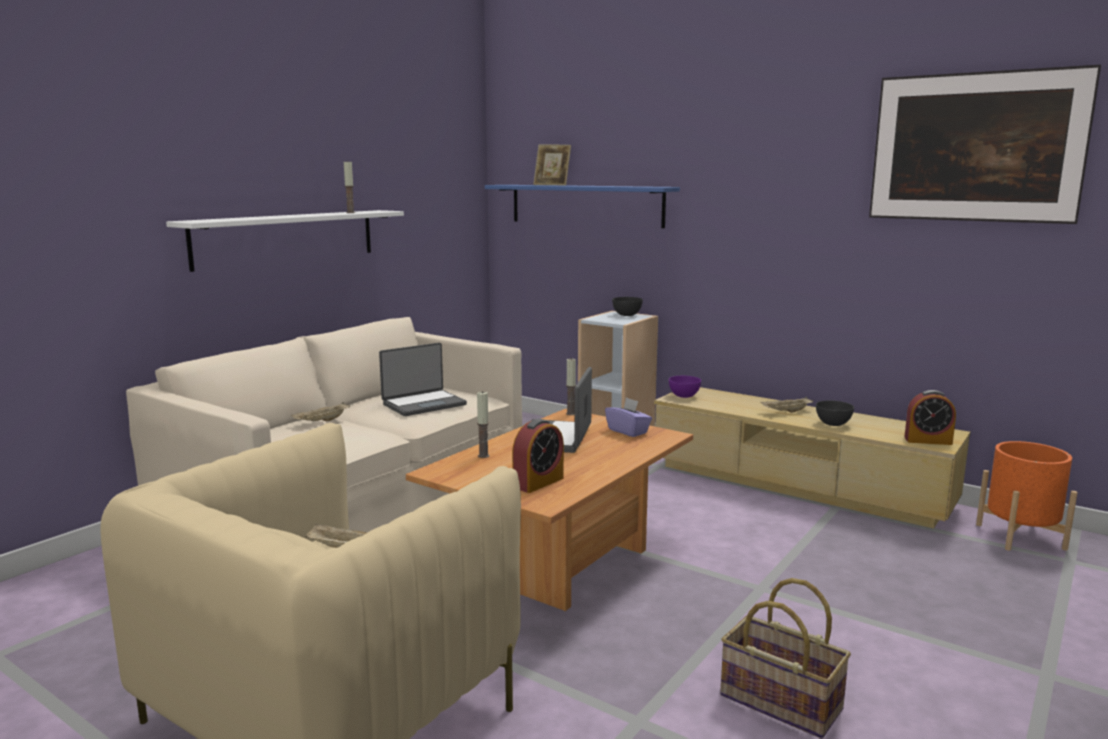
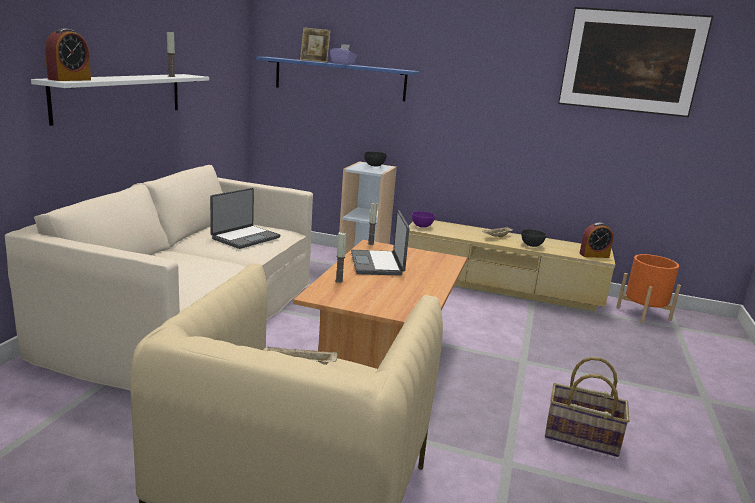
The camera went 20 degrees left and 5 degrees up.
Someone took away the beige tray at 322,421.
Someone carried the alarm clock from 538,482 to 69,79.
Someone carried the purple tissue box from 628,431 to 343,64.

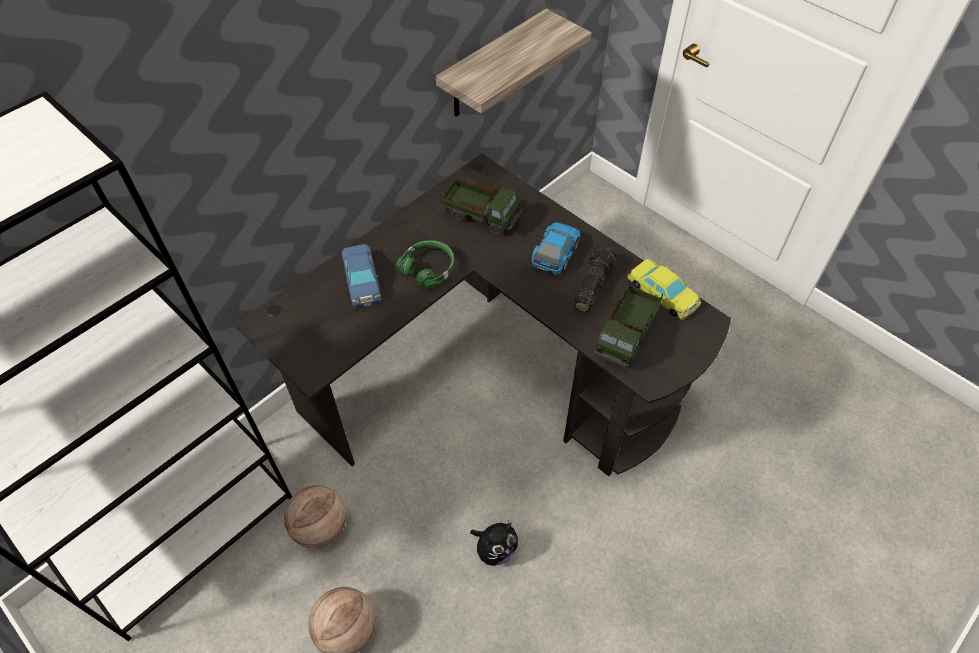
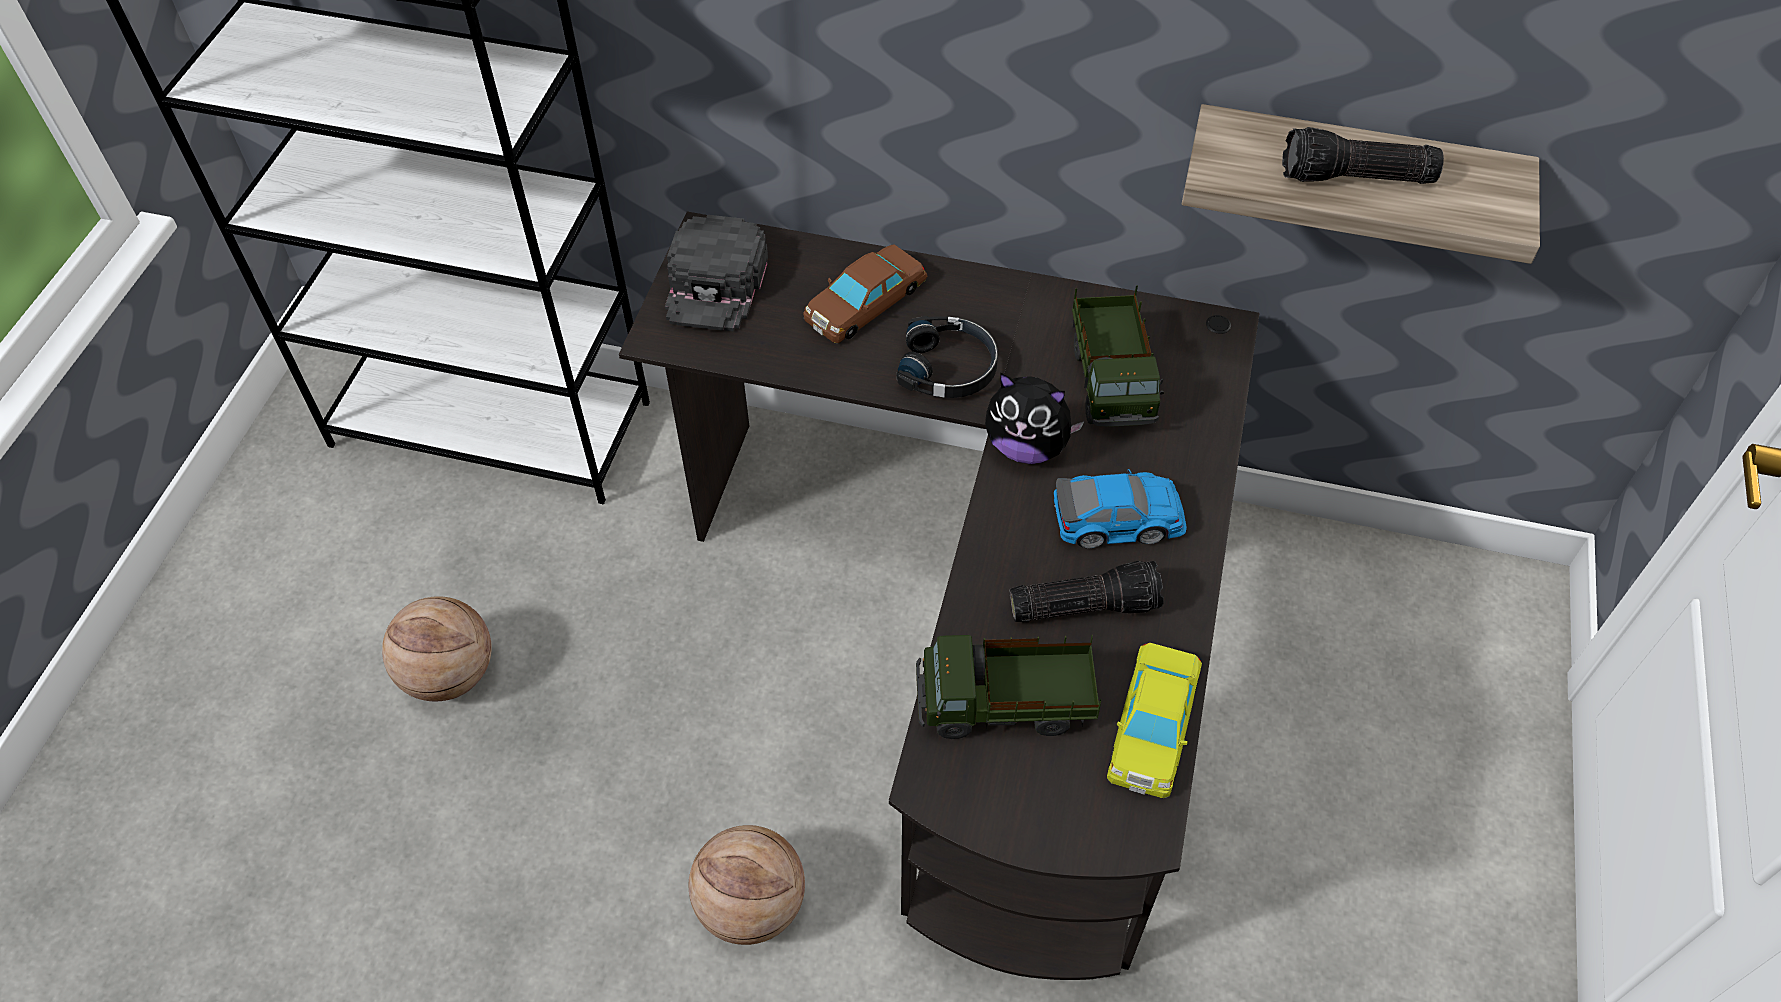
The camera went 60 degrees right and 0 degrees up.
Someone carried the basketball from 321,527 to 751,906.
Someone repainted the blue toy car at 362,279, which became the brown toy car at 864,301.
Someone repainted the green headphones at 429,268, which became the black headphones at 949,368.
Someone carried the plush toy from 495,550 to 1027,446.
Someone put down the black cap at 716,283.
Someone put down the flashlight at 1355,178.

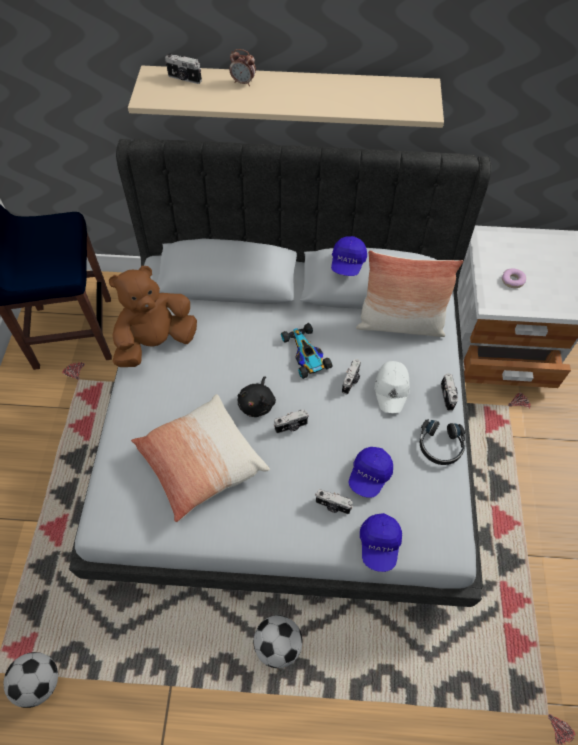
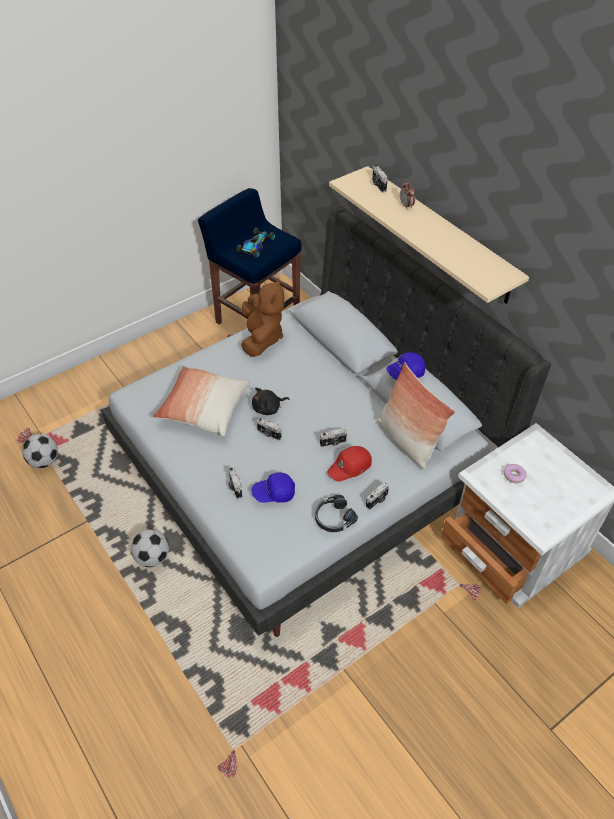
The camera went 50 degrees right and 10 degrees down.
Someone rotated the brown plush toy at 156,342 by 75 degrees clockwise.
Someone carried the toy car from 306,354 to 255,246.
Someone took away the blue cap at 379,544.
Someone repainted the white cap at 392,389, which became the red cap at 350,467.

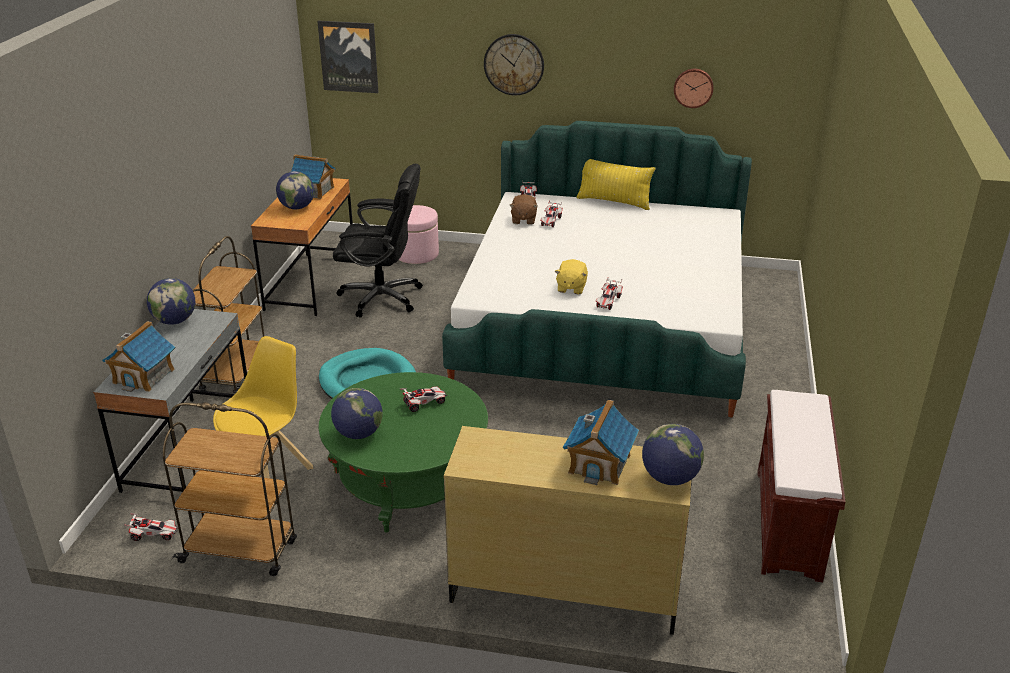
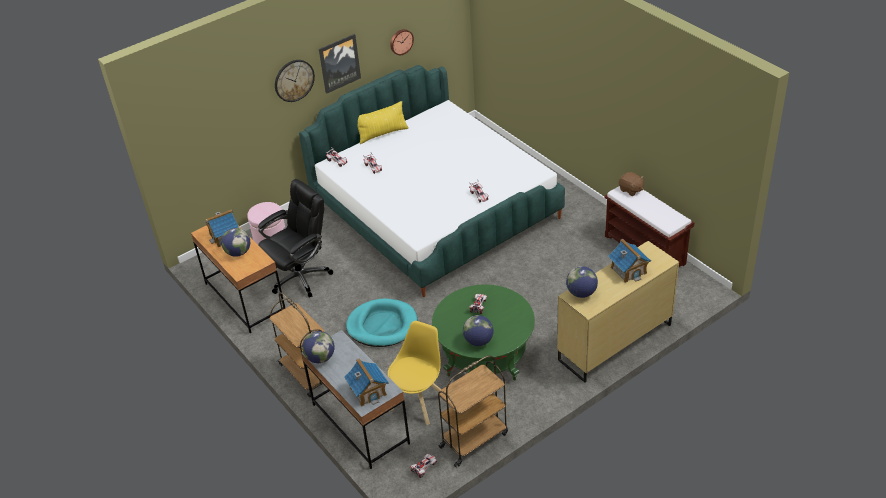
The camera went 45 degrees left and 10 degrees up.
Someone rotated the yellow chair at 268,472 by 45 degrees clockwise.
Someone carried the picture from 349,56 to 339,63.
Someone carried the brown plush toy from 523,220 to 631,190.
Someone took away the yellow plush toy at 571,288.
Someone carried the globe from 670,478 to 581,293.

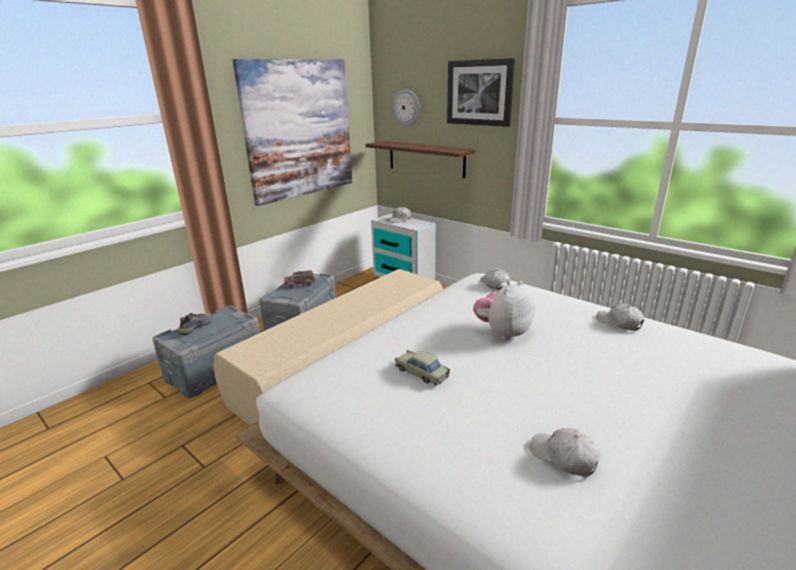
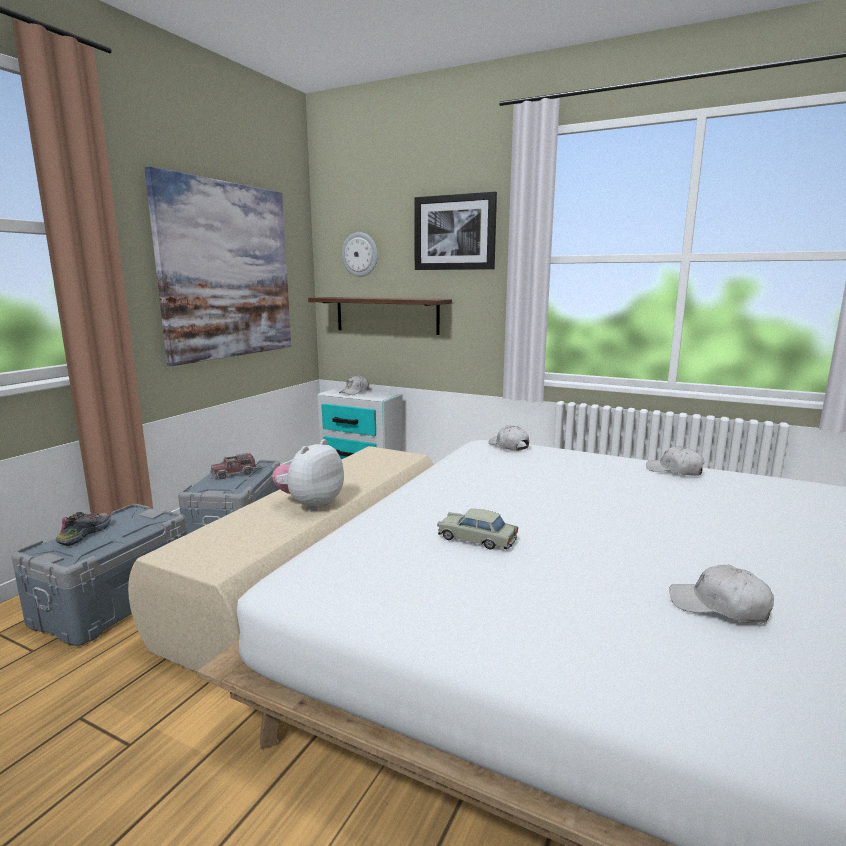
The camera went 15 degrees left and 10 degrees down.
Someone carried the plush toy from 502,332 to 310,504.

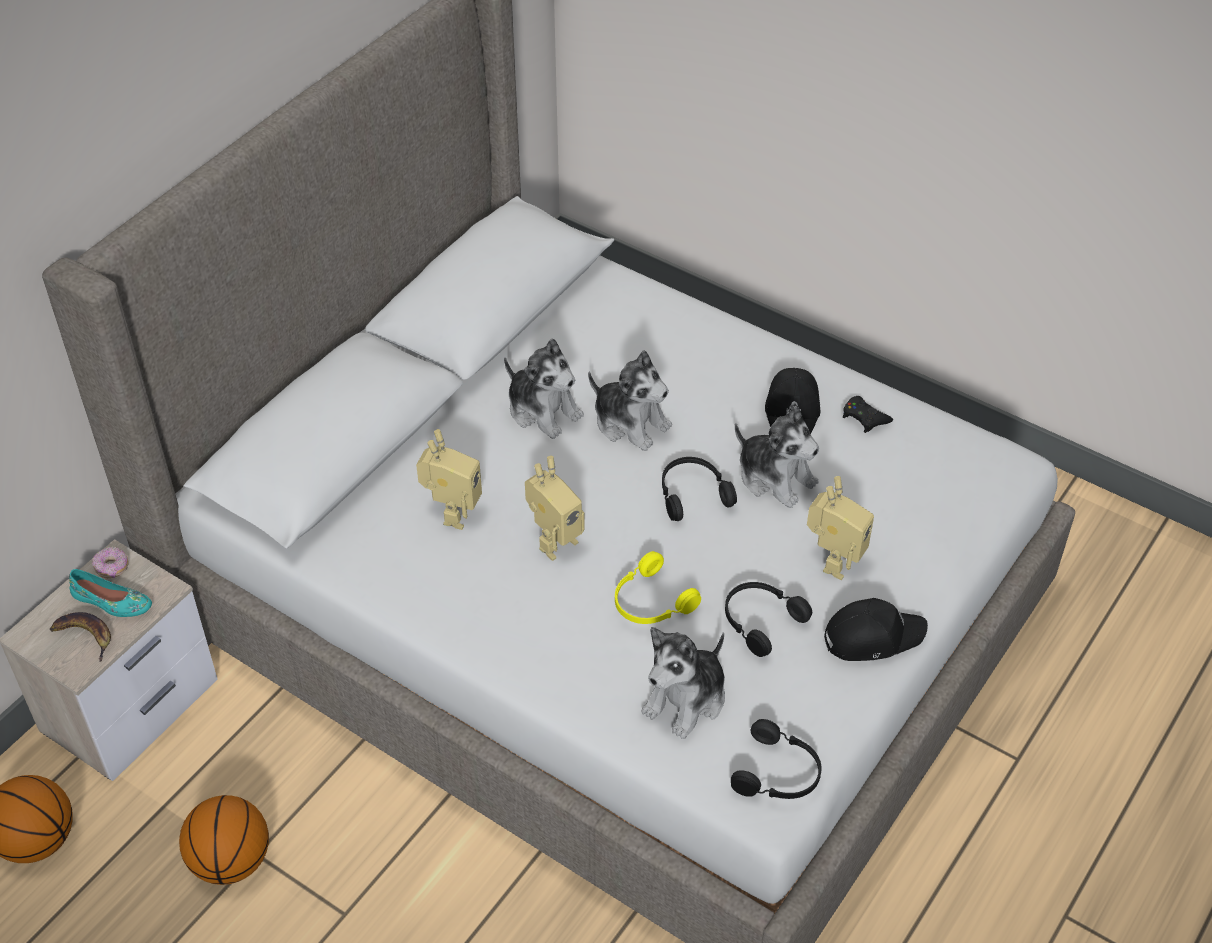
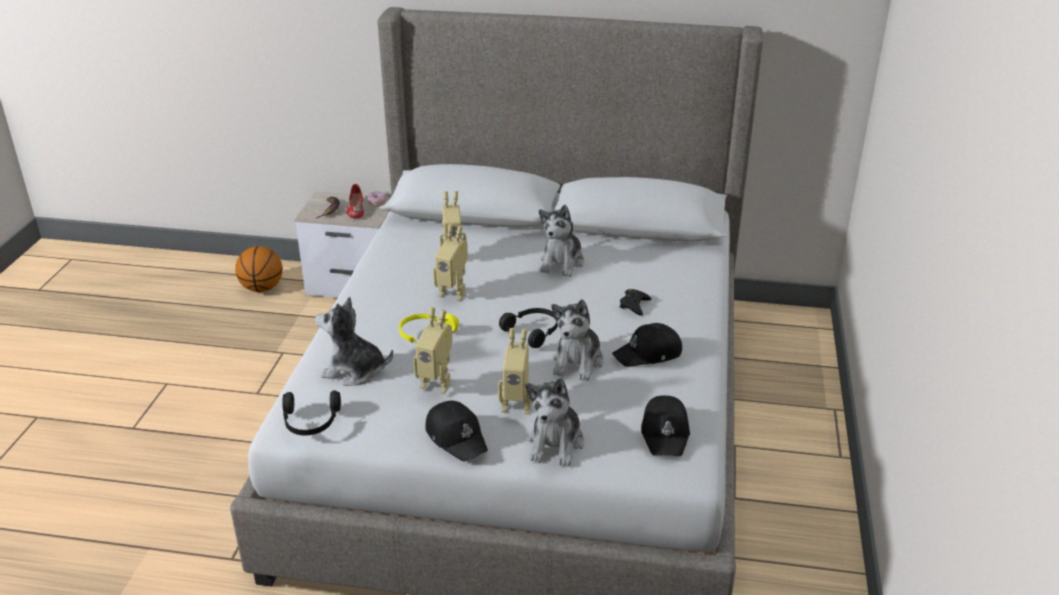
The camera went 65 degrees right and 15 degrees down.
Someone repainted the turquoise shoe at 112,602, which became the red shoe at 355,209.
Someone took away the basketball at 231,861.
Someone carried the plush toy from 630,423 to 556,443.
Someone swapped the black headphones at 760,621 for the toy robot at 437,383.
Someone carried the black game controller from 864,417 to 634,305.
Someone put down the black cap at 665,433.

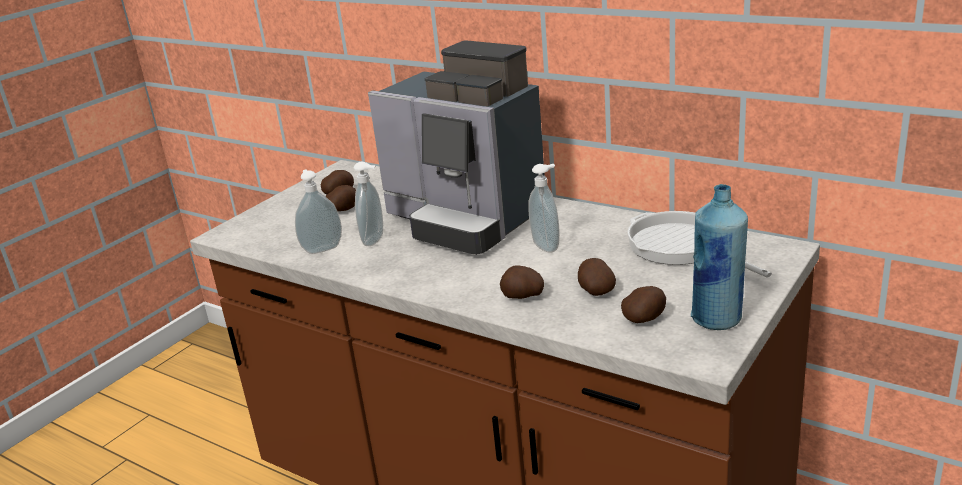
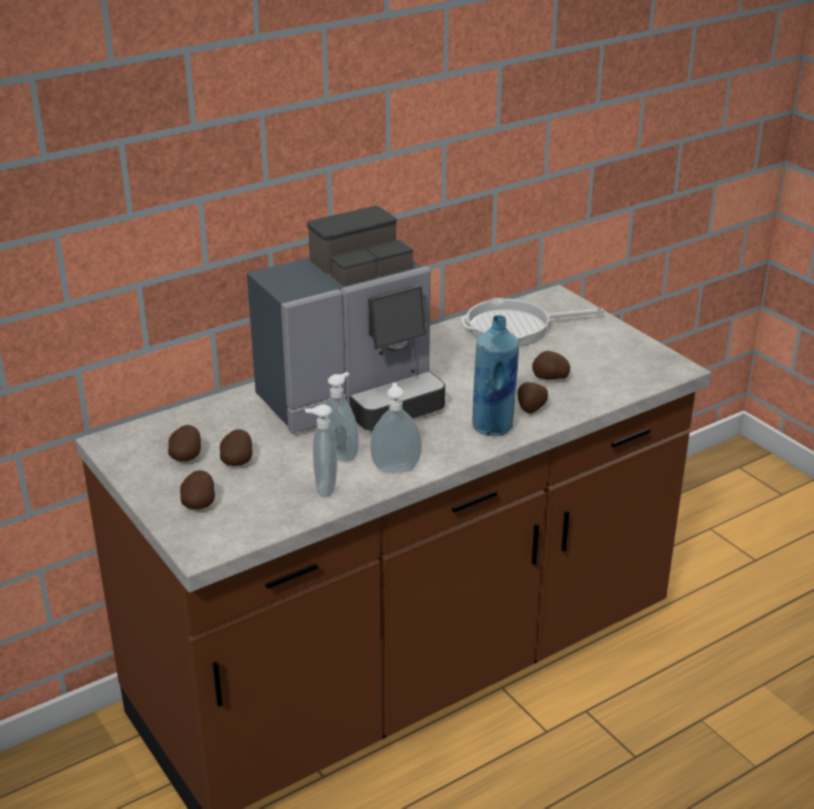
The camera went 70 degrees left and 5 degrees up.
Someone carried the soap dispenser from 547,246 to 395,467.
Someone carried the potato from 644,319 to 199,503.
Someone carried the blue bottle from 717,319 to 493,427.

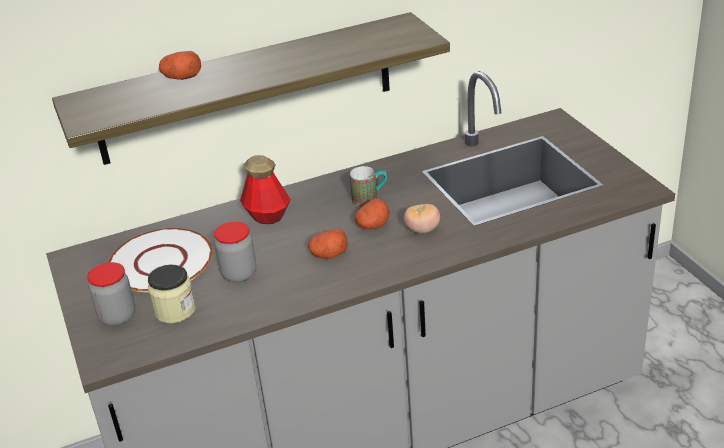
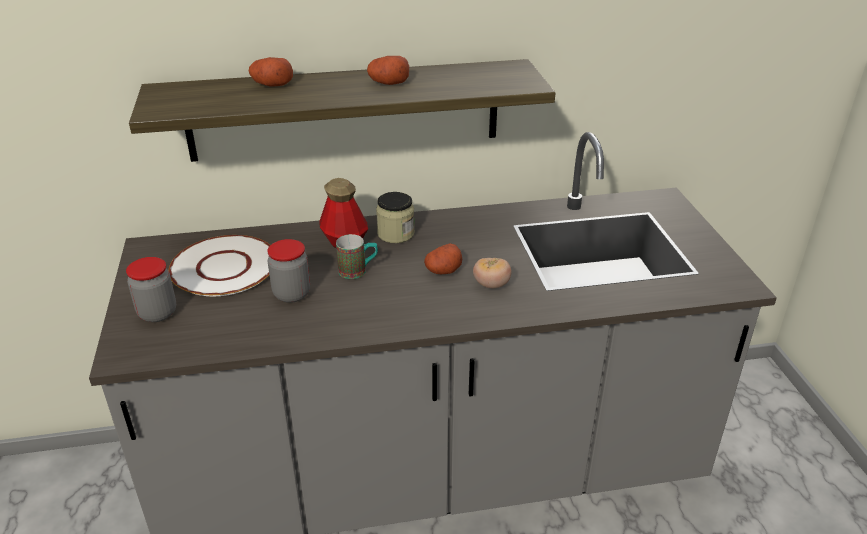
The camera went 10 degrees right and 0 degrees up.
Someone carried the jar from 175,310 to 395,234.
Someone carried the potato from 329,254 to 388,83.
Someone carried the mug from 370,199 to 358,271.

